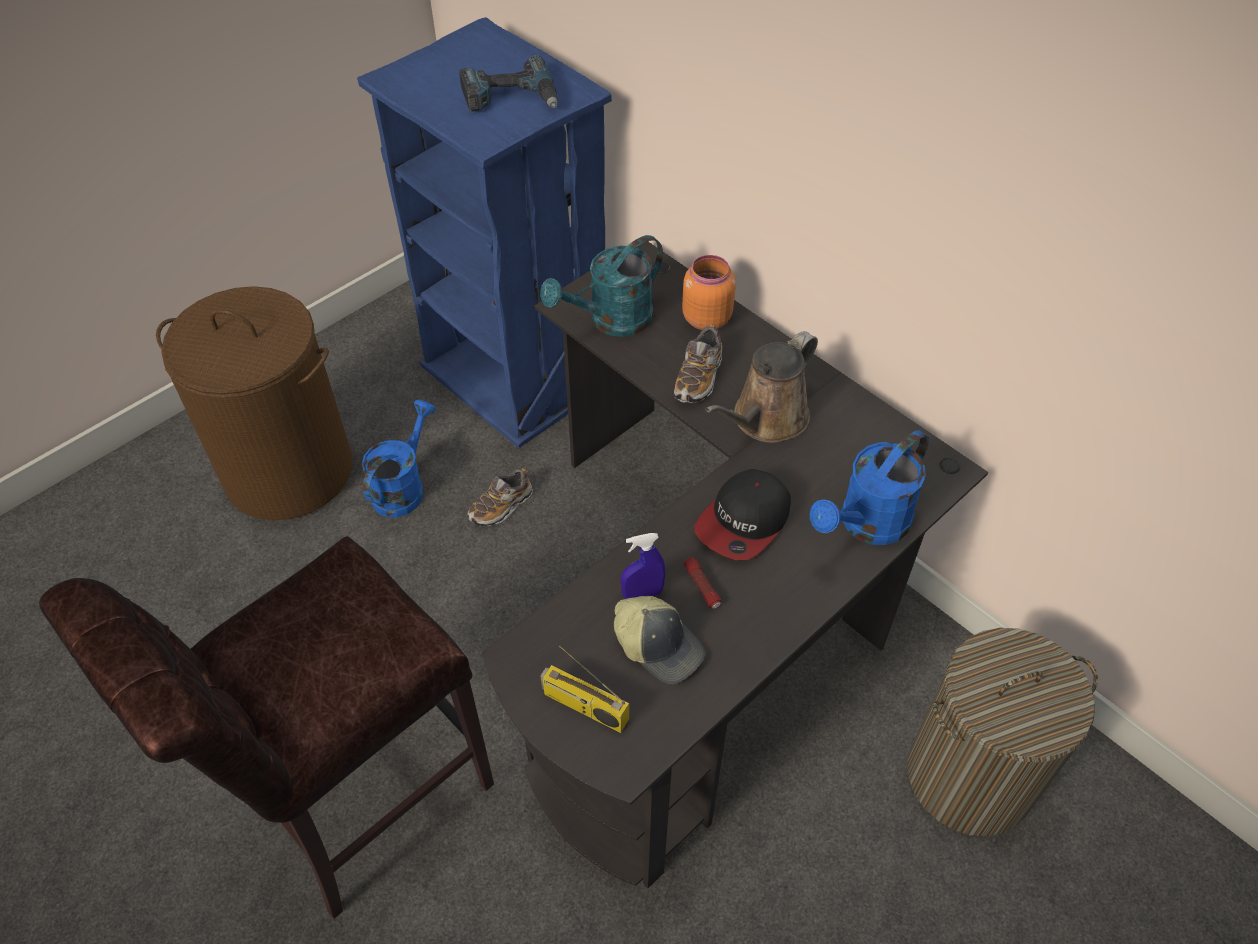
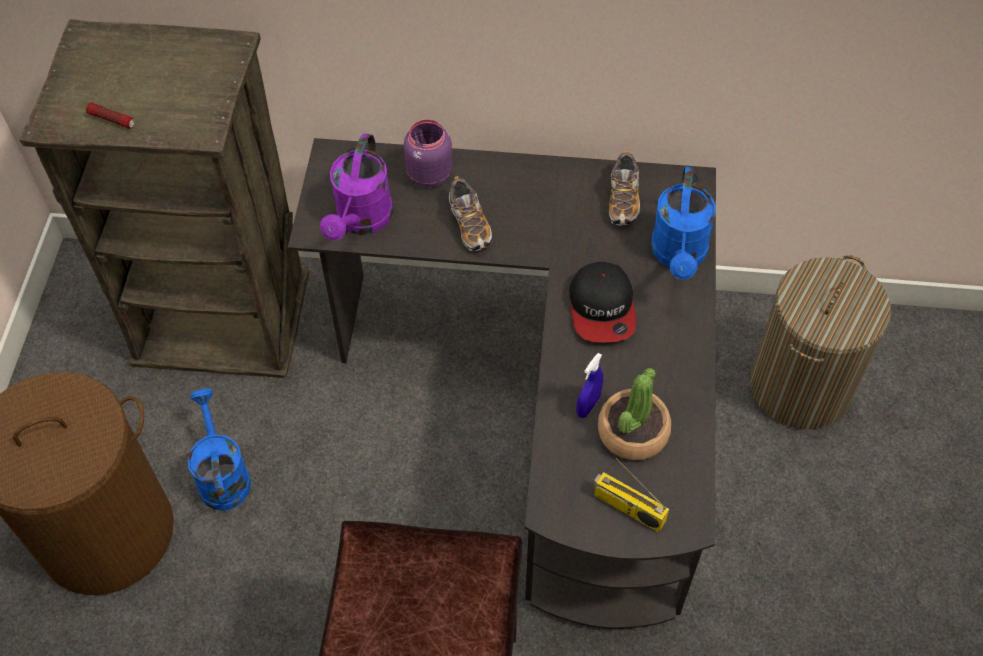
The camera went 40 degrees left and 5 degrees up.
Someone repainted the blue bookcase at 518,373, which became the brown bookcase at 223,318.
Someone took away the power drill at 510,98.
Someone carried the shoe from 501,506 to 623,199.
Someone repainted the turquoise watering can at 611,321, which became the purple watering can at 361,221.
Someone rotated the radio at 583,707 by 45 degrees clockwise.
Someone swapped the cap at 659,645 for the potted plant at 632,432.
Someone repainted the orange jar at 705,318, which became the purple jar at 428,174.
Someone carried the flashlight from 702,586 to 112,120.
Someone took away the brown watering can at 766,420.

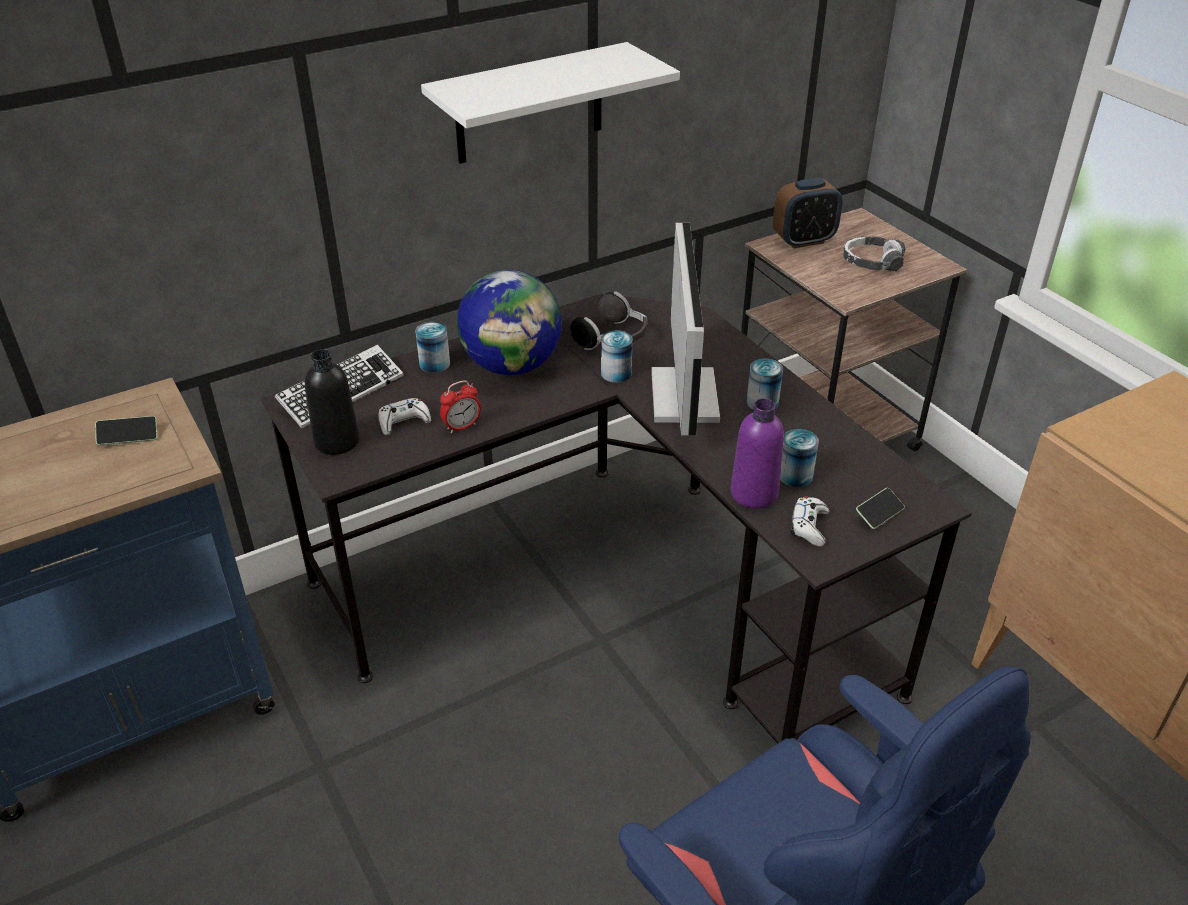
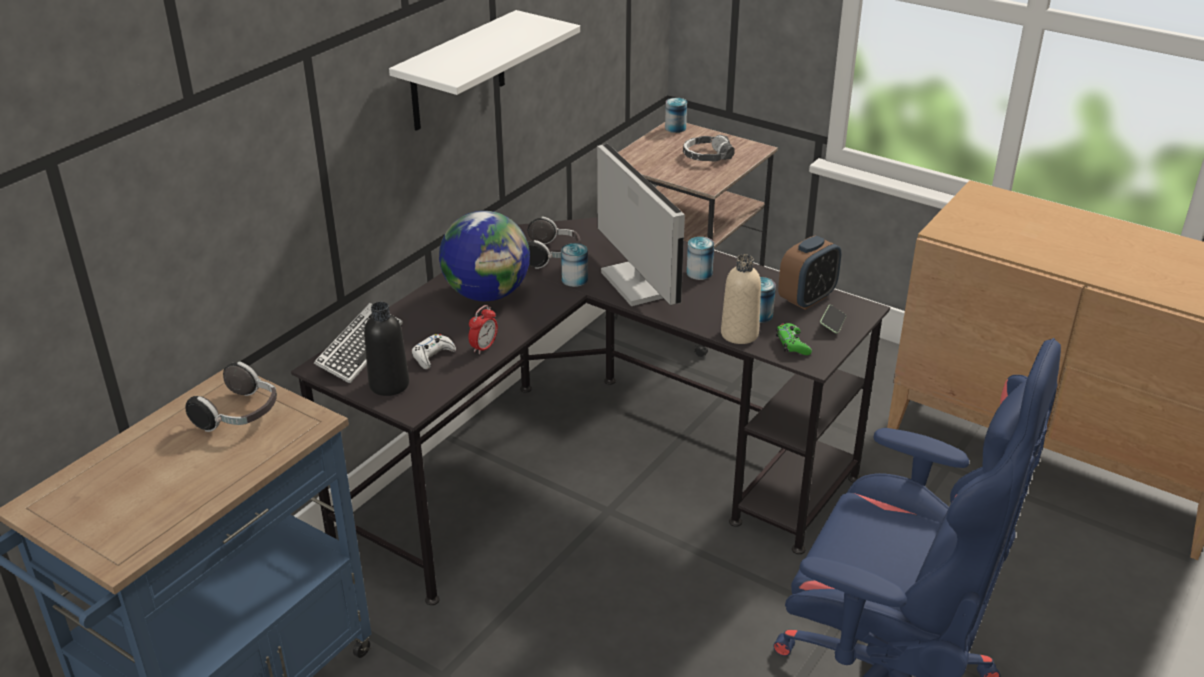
The camera went 25 degrees left and 5 degrees down.
Someone swapped the phone at 128,437 for the headphones at 240,415.
Someone carried the can from 434,364 to 675,128.
Someone repainted the purple bottle at 754,493, which became the beige bottle at 739,334.
Someone carried the alarm clock from 803,240 to 807,299.
Someone repainted the white game controller at 809,526, which became the green game controller at 792,344.

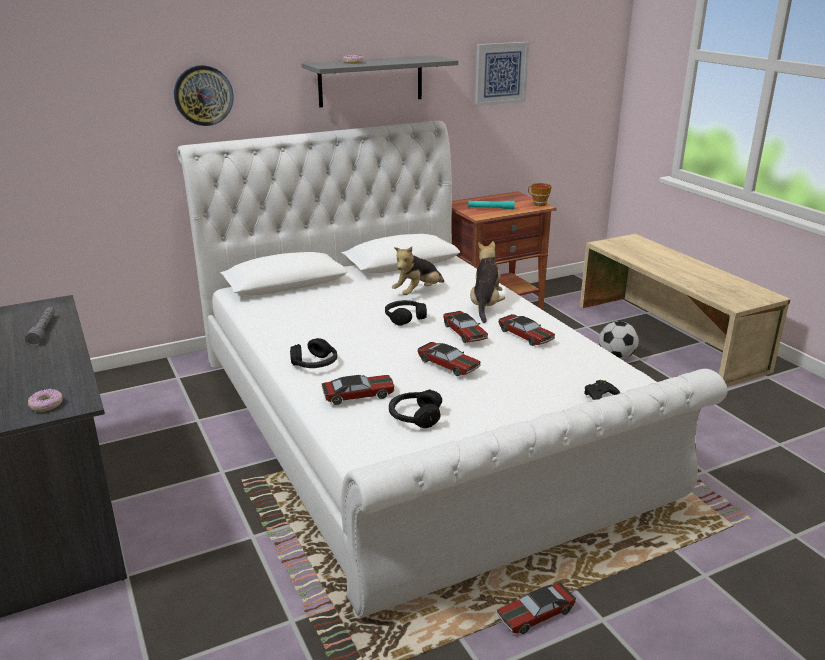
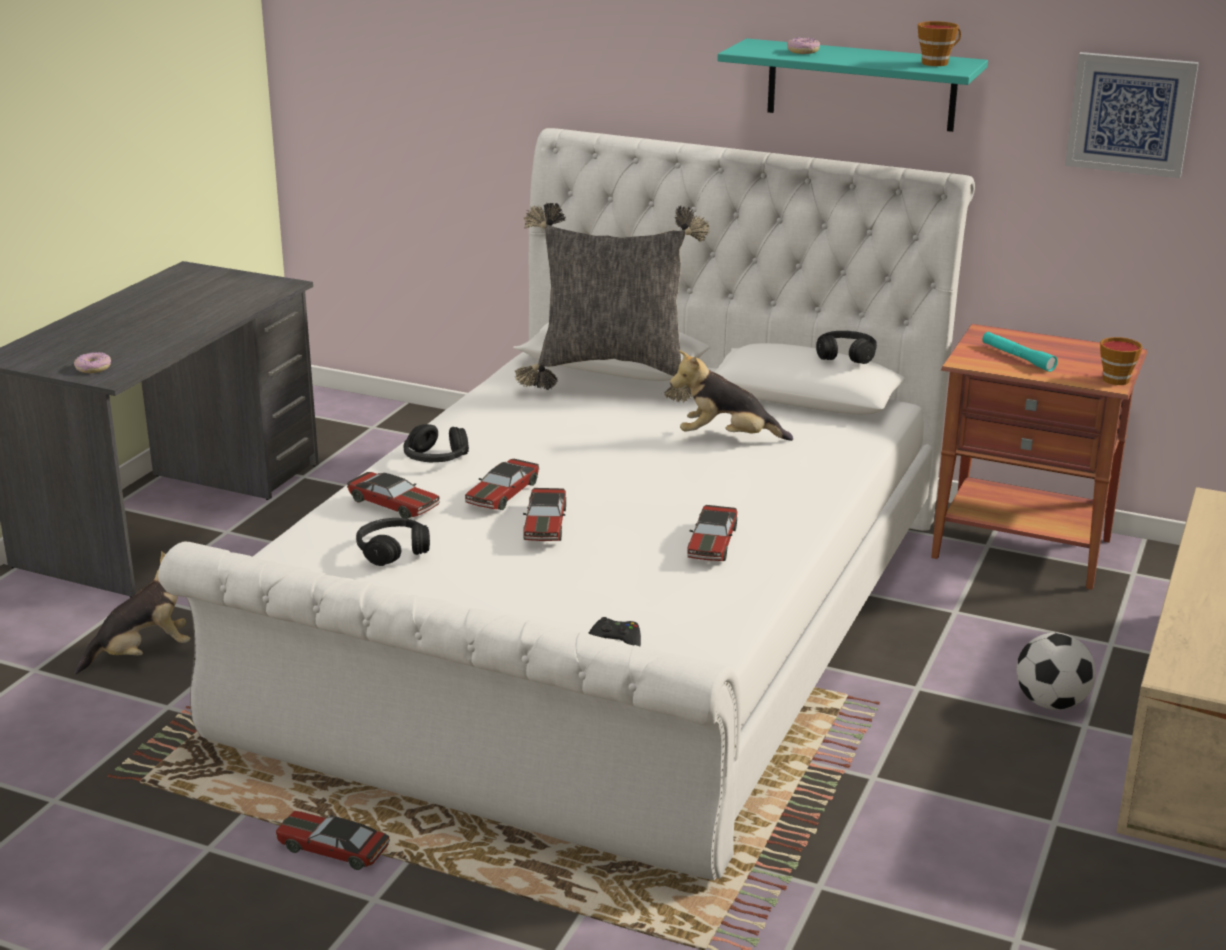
The camera went 50 degrees right and 0 degrees up.
Someone took away the grey flashlight at 43,330.
Someone took away the wall clock at 203,95.
Someone repainted the grey shelf at 371,81, which became the turquoise shelf at 861,85.
Someone carried the black headphones from 405,318 to 846,355.
Someone carried the toy car from 464,333 to 502,494.
Someone carried the plush toy from 485,305 to 143,654.
Someone put down the pillow at 613,386.
Someone put down the cup at 937,63.

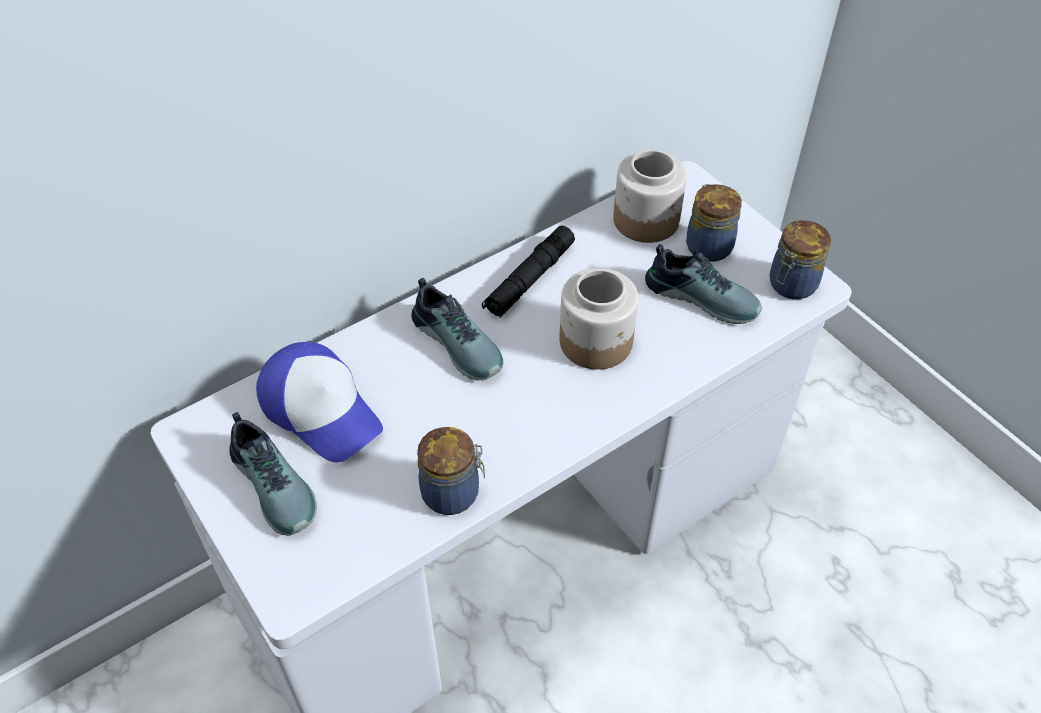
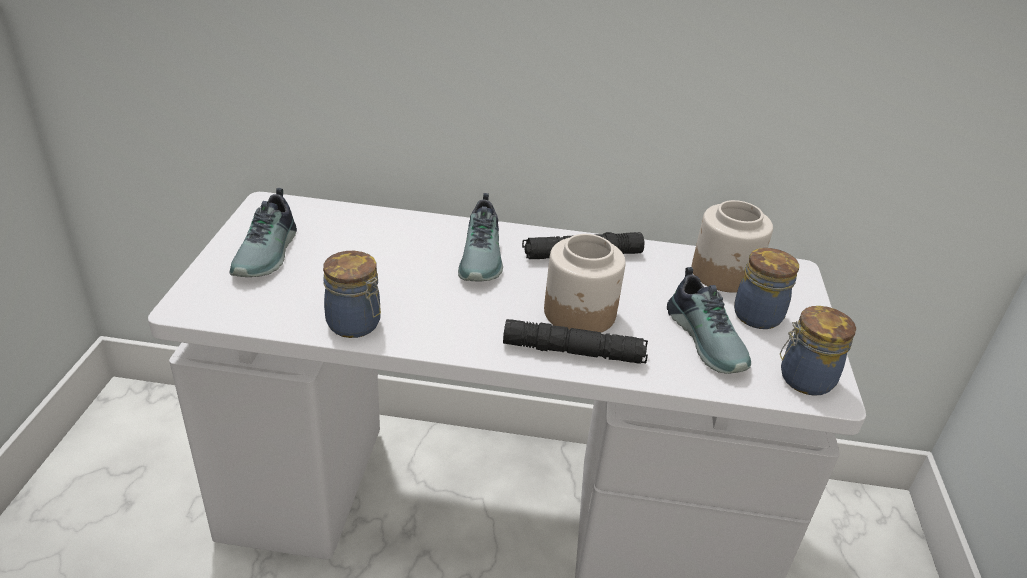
The camera went 40 degrees right and 15 degrees down.
Someone took away the cap at 321,410.
Someone put down the black flashlight at 573,351.

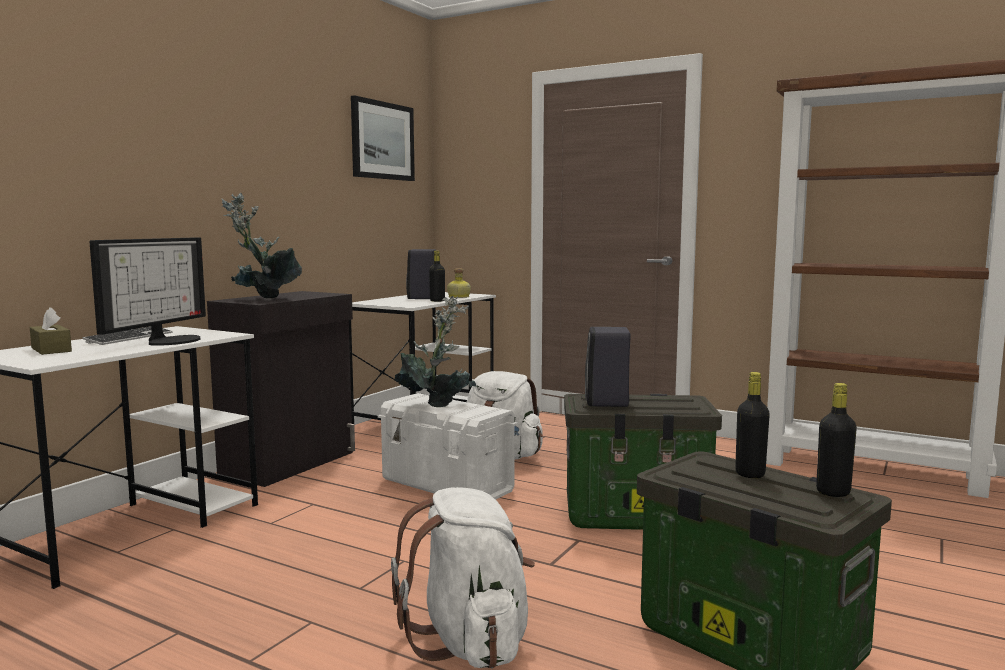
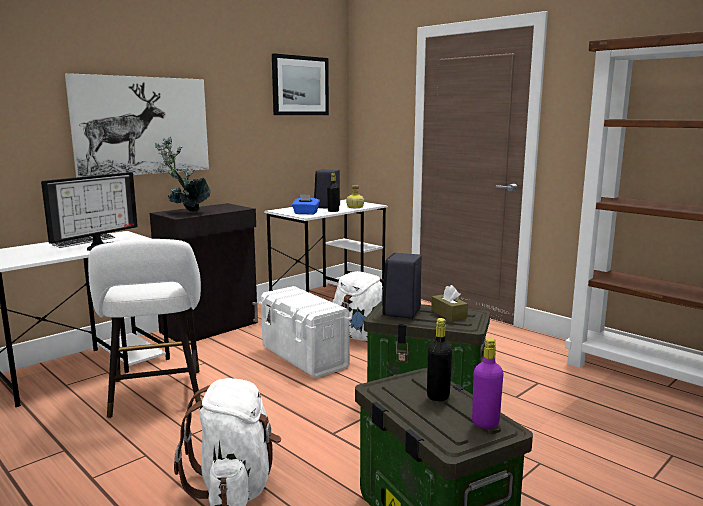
The camera went 15 degrees right and 5 degrees up.
Someone carried the brown tissue box from 51,350 to 448,314.
Someone took away the potted plant at 438,404.
Someone repainted the black bottle at 833,492, which became the purple bottle at 485,423.
Someone put up the picture at 142,126.
Someone put down the white stool at 156,396.
Someone put down the blue tissue box at 305,213.

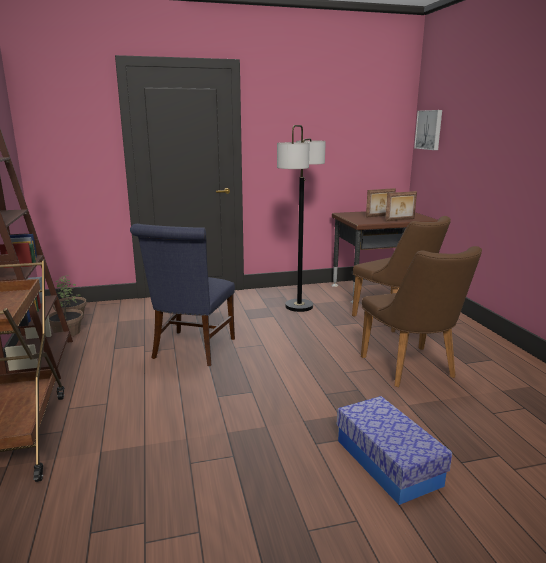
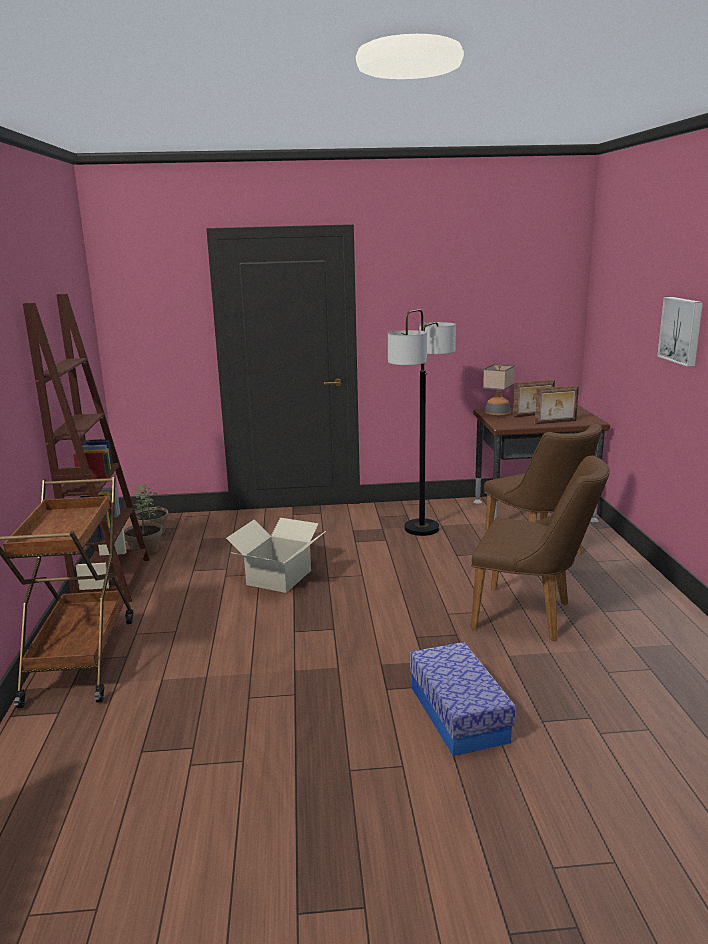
The camera went 10 degrees right and 0 degrees up.
Someone swapped the blue chair at 191,350 for the cardboard box at 278,577.
Someone rotated the brown chair at 412,370 by 60 degrees counterclockwise.
Someone carried the picture from 429,130 to 682,330.
Someone put down the table lamp at 497,414.

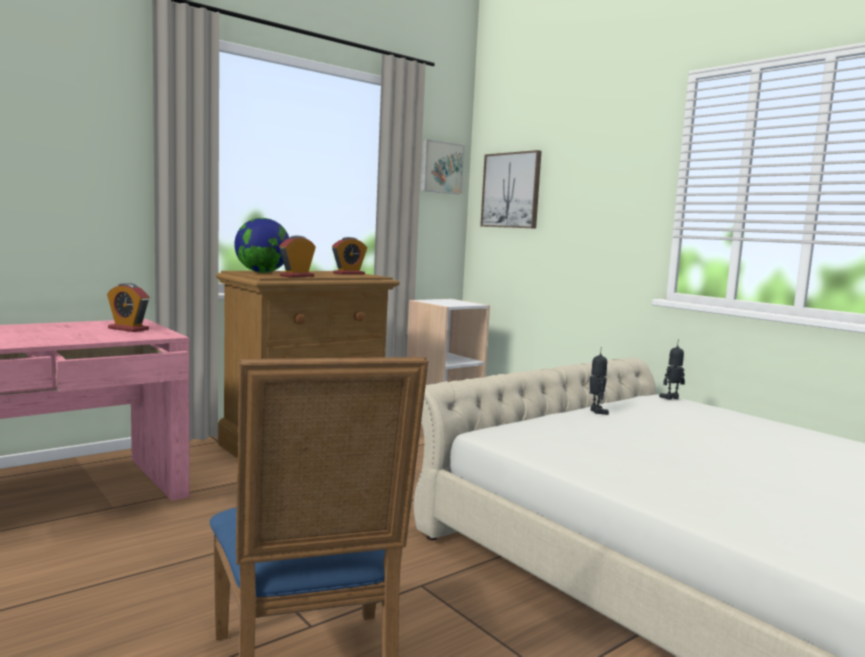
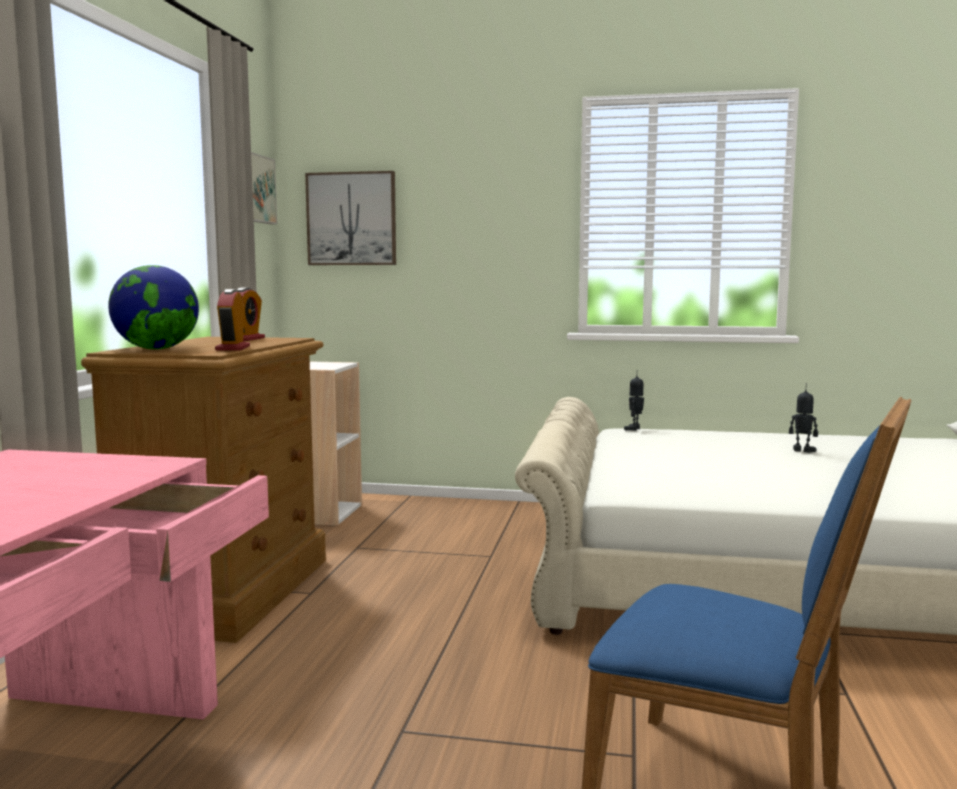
The camera went 40 degrees left and 0 degrees up.
Someone took away the alarm clock at 128,329.
Someone carried the toy robot from 596,411 to 802,451.

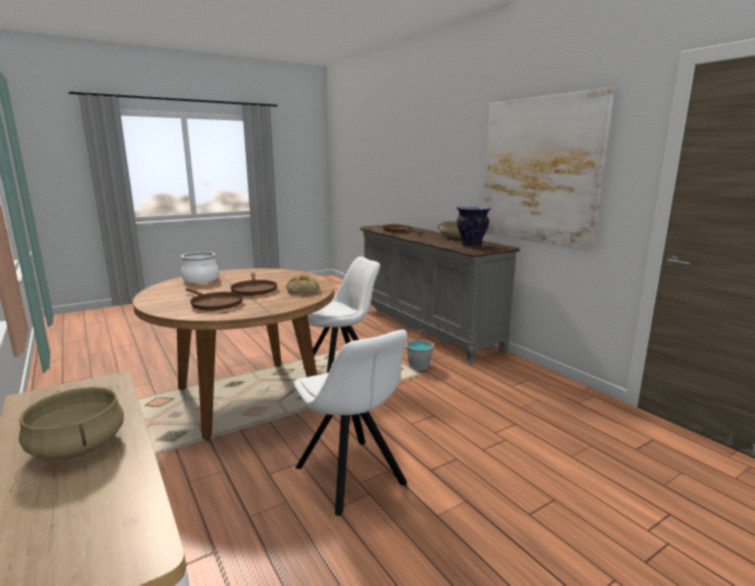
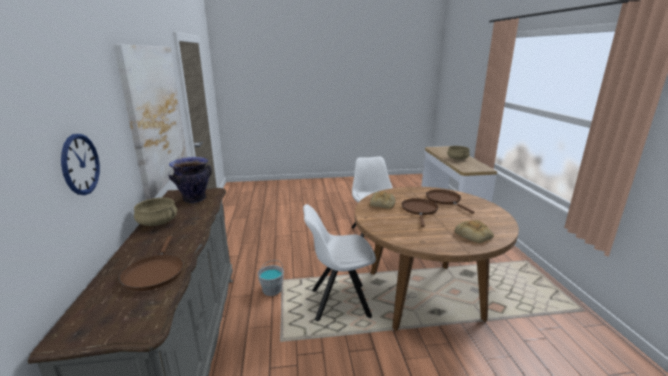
The camera went 155 degrees left and 5 degrees up.
Someone swapped the cooking pot at 200,280 for the bread at 474,235.
Someone put up the wall clock at 80,164.

